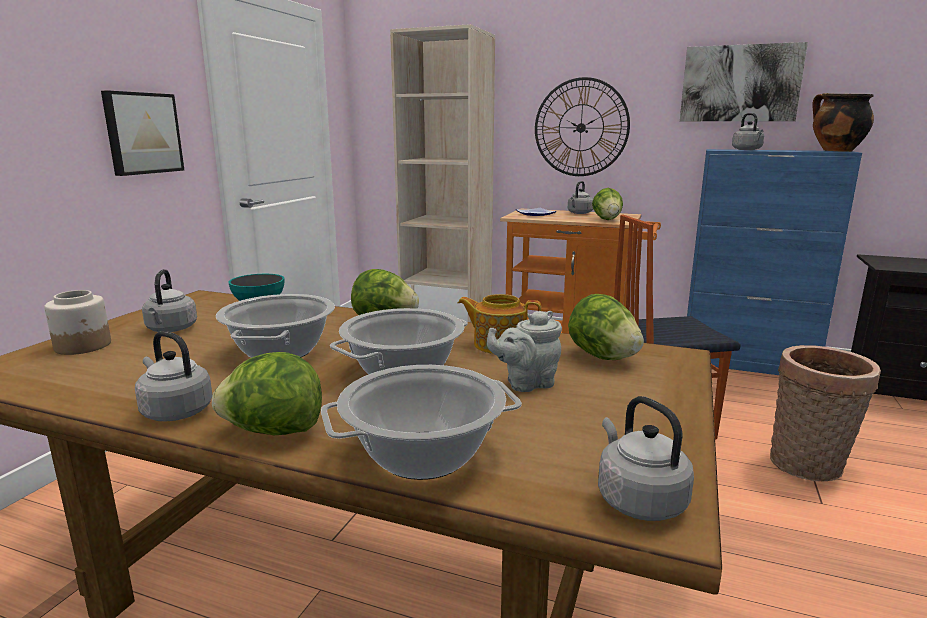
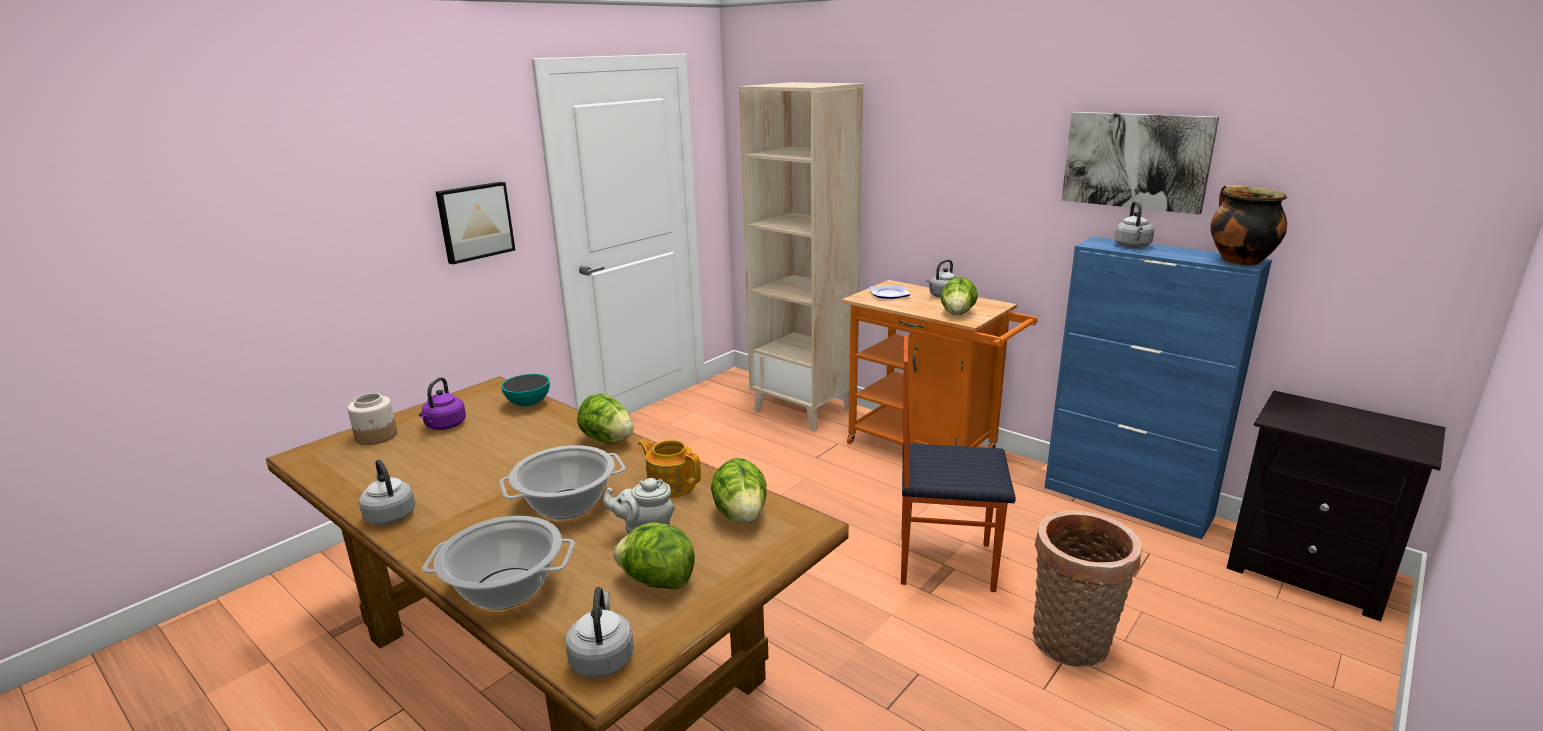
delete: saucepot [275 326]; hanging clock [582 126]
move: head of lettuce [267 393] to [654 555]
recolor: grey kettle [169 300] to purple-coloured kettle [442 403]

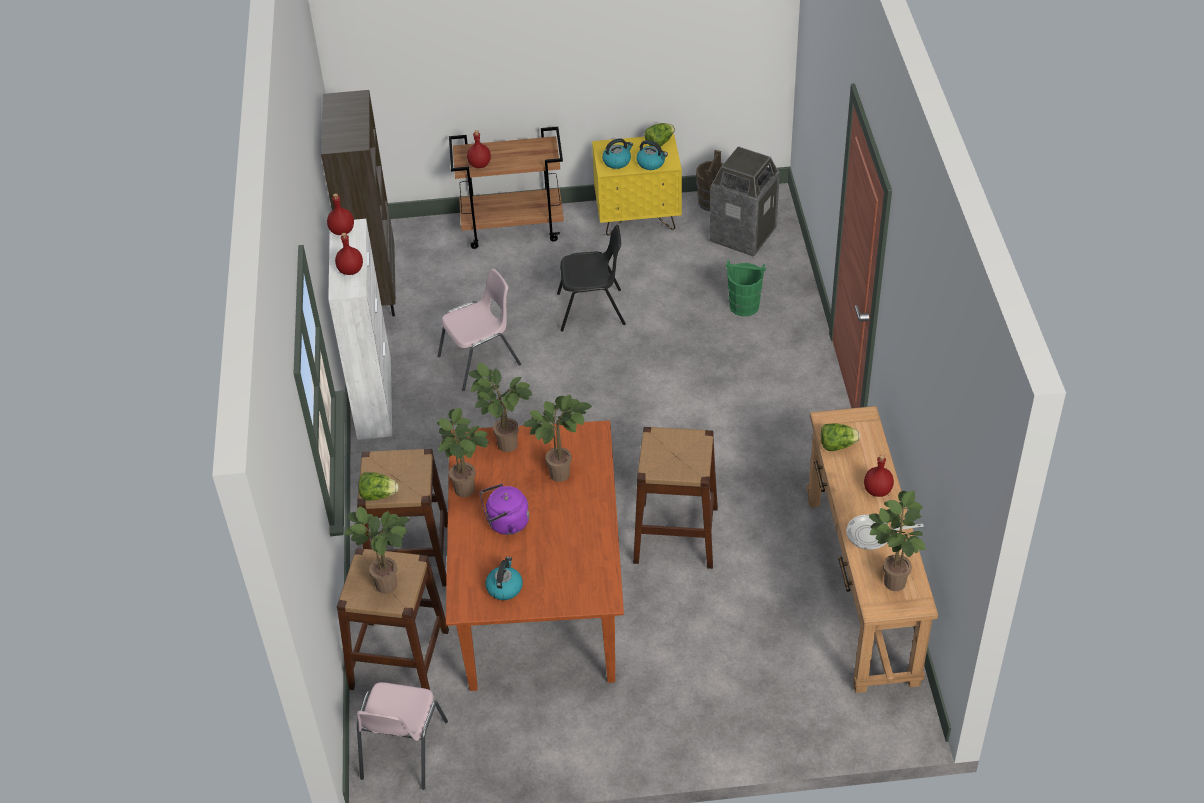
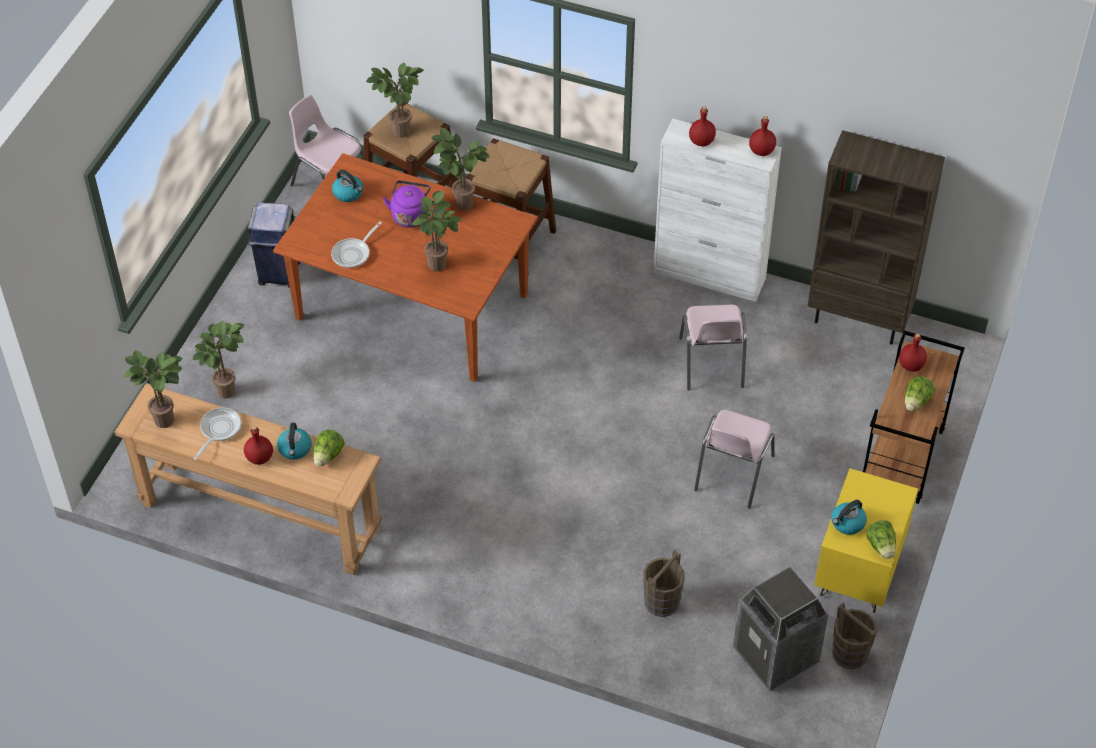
delete: brown stool seat [675 498]
insert: blue-coloured rubbish bin [274 245]; frying pan [356 244]
move: head of lettuce [378 486] to [920 393]; potted plant [500 407] to [218 359]; kettle [617 153] to [294 441]
recolor: black plain chair [591 278] to pink-coloured plain chair [734 459]; green water bucket [746 288] to brown water bucket [664 583]

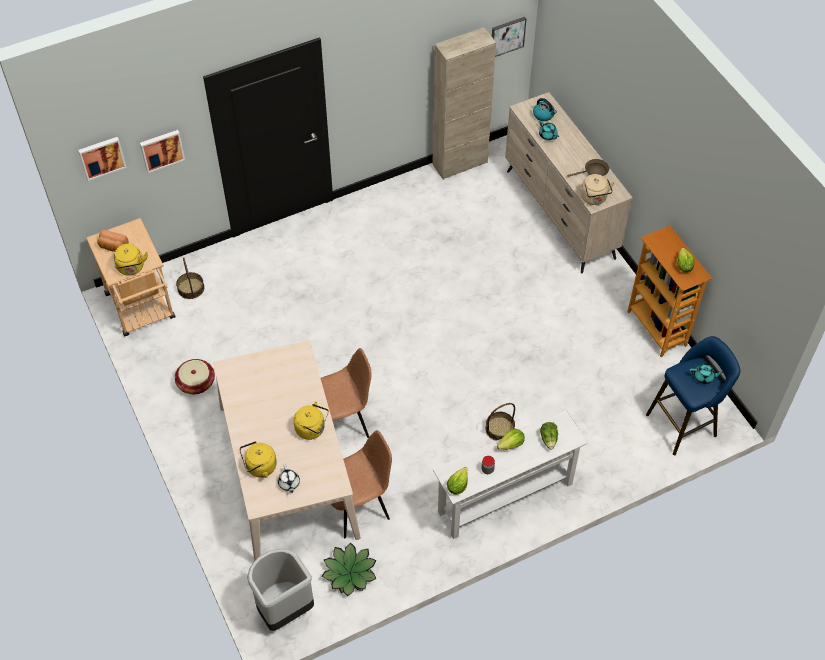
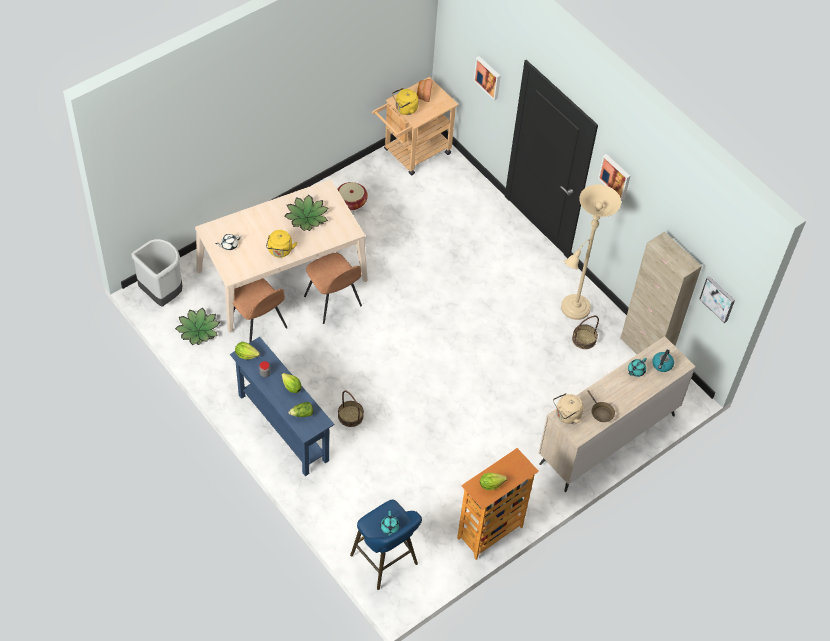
delete: yellow kettle [258 459]
insert: potted plant [306 213]; beige floor lamp [591 252]
move: picture [102 159] to [614 177]; basket [190 278] to [585 332]
recolor: white narrow table [510 474] to blue-coloured narrow table [282 406]

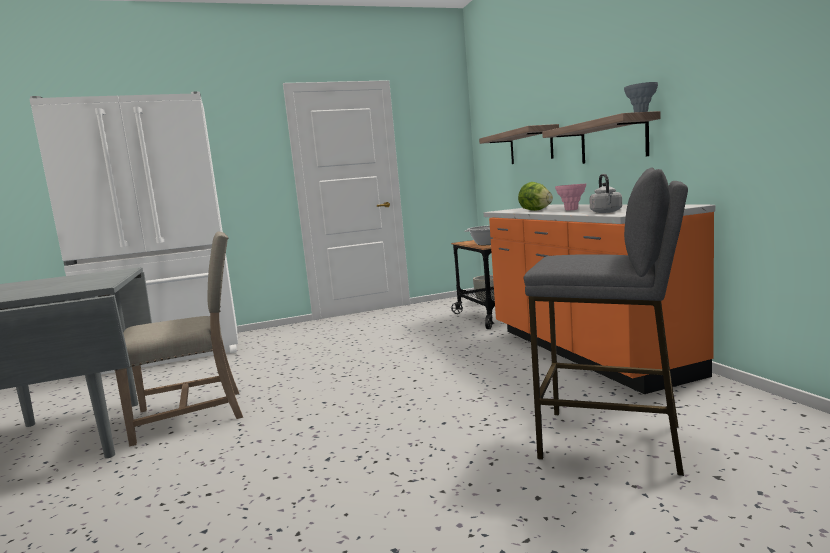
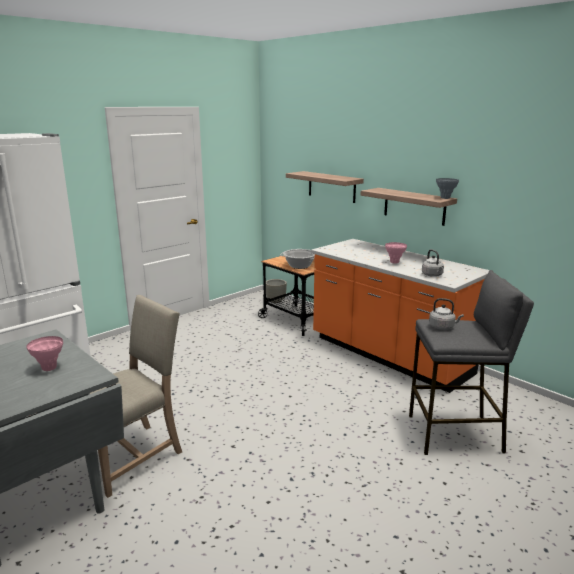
delete: head of lettuce [535 196]
insert: pink-coloured vase [44 353]; grey kettle [446 314]

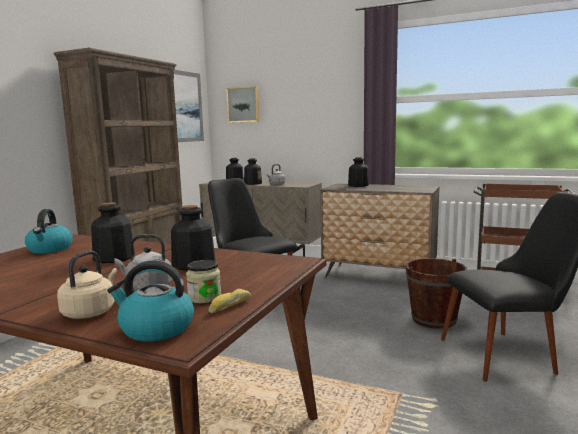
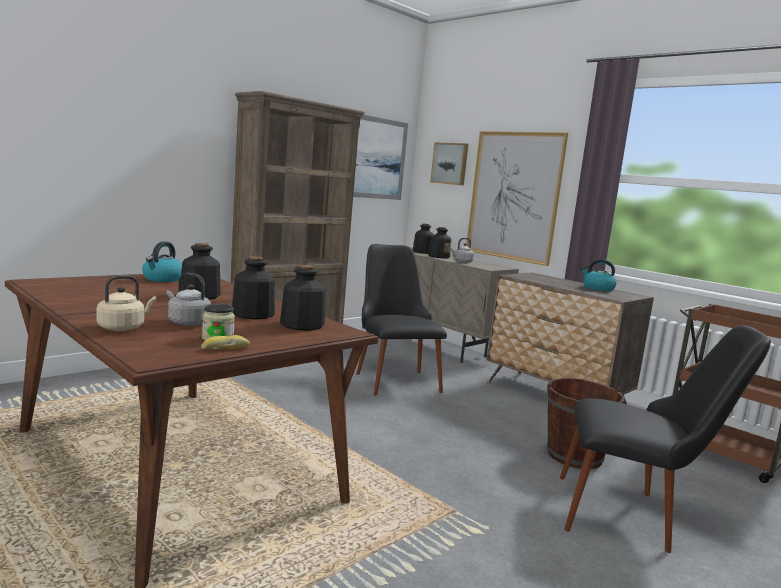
insert: picture [517 198]
move: kettle [150 301] to [598 275]; drink bottle [358 172] to [302 298]

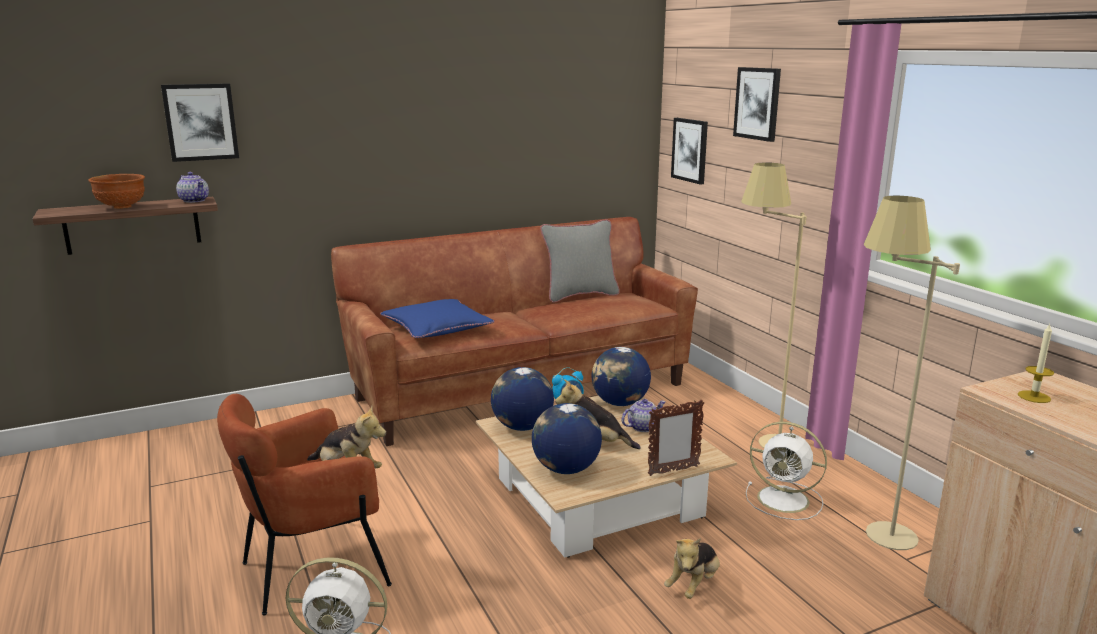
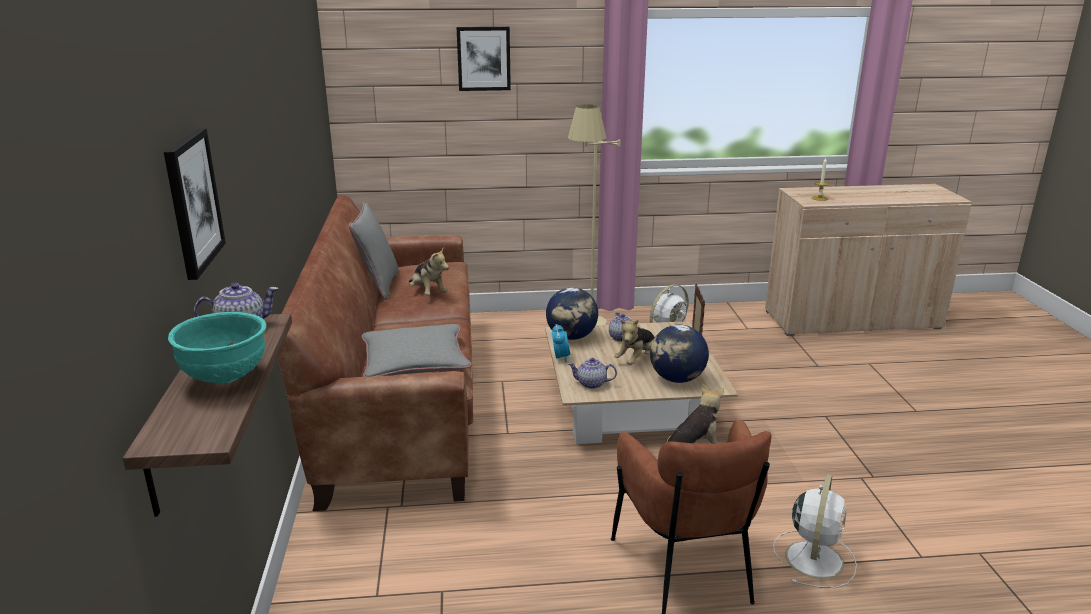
delete: picture [689 151]; beige floor lamp [911 373]
move: plush toy [692 568] to [429 271]
replace: world globe [522 399] to pot for tea [592 373]
recolor: brown serving bowl [117 191] to turquoise serving bowl [217 348]; blue-coloured cushion [437 318] to grey cushion [417 350]

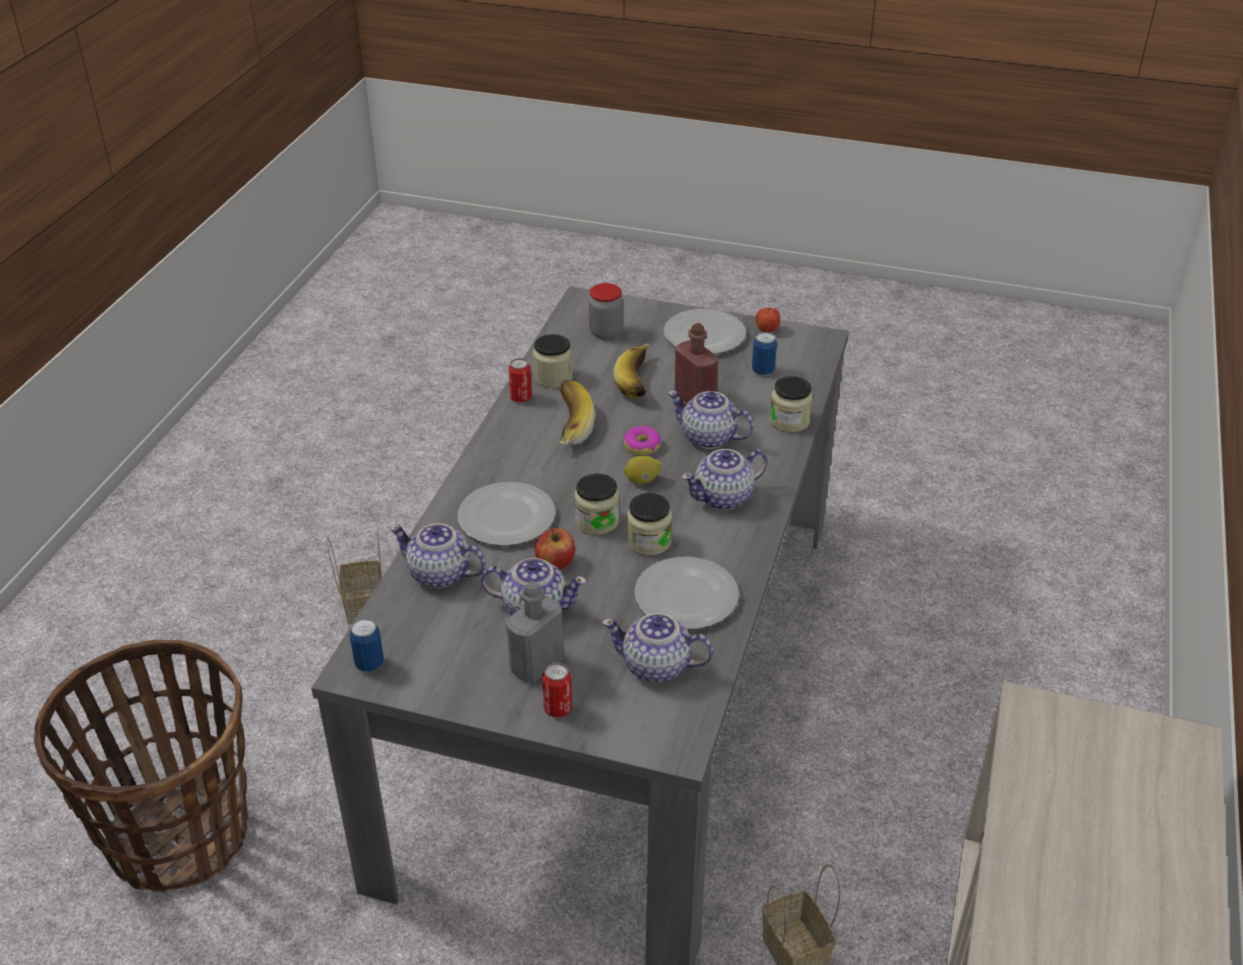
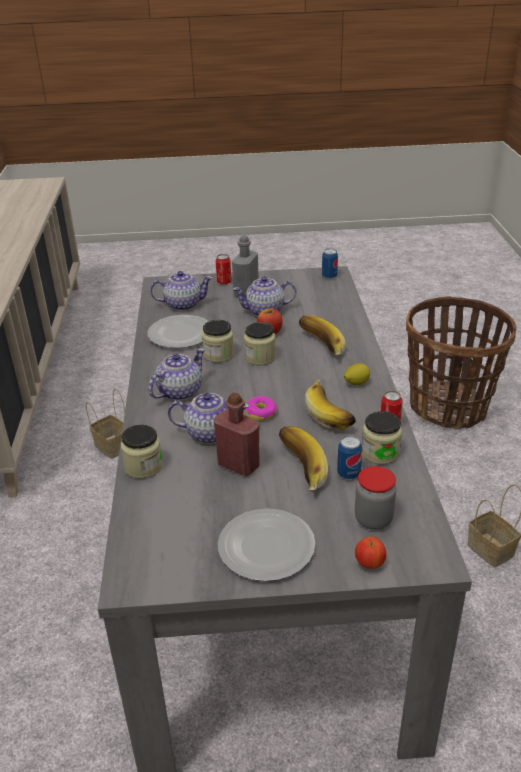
delete: pot for tea [437 555]
move: lemon [642 470] to [357 374]; can [764 354] to [349 458]; apple fruit [768 319] to [370 553]
replace: plate [507 514] to banana [322 335]

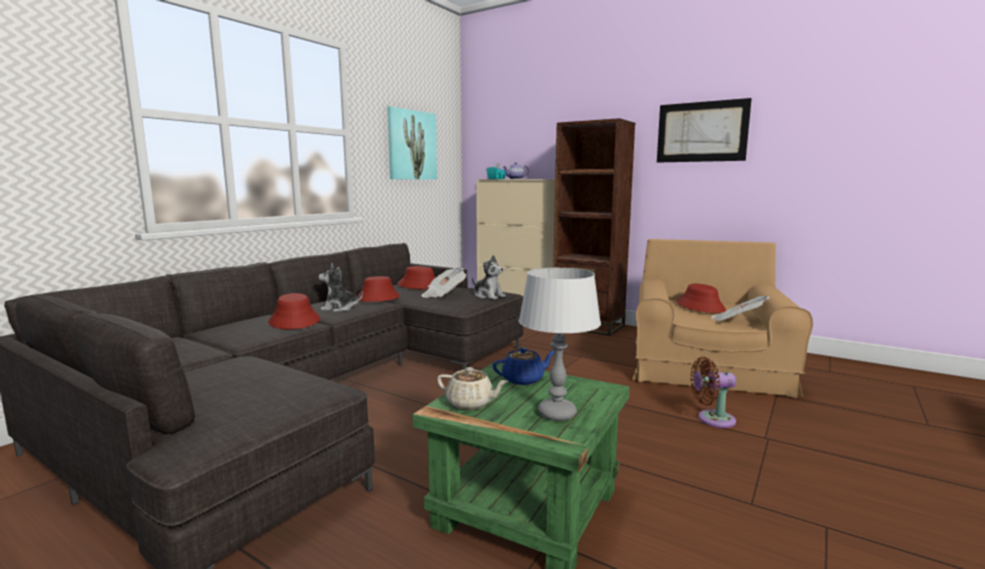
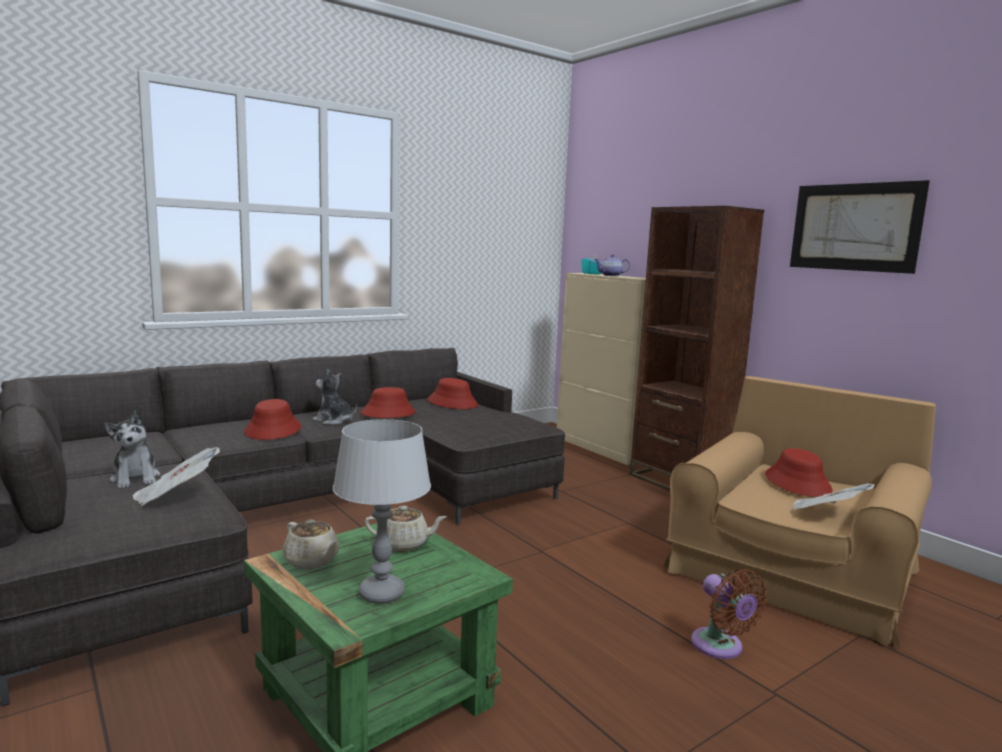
delete: picture [412 143]
move: newspaper [443 282] to [176 476]; plush toy [489 277] to [132 450]
recolor: blue-coloured pot for tea [524 366] to beige pot for tea [406 529]
rotate: brown cooling fan [713 392] = [729 614] 135 degrees counterclockwise

